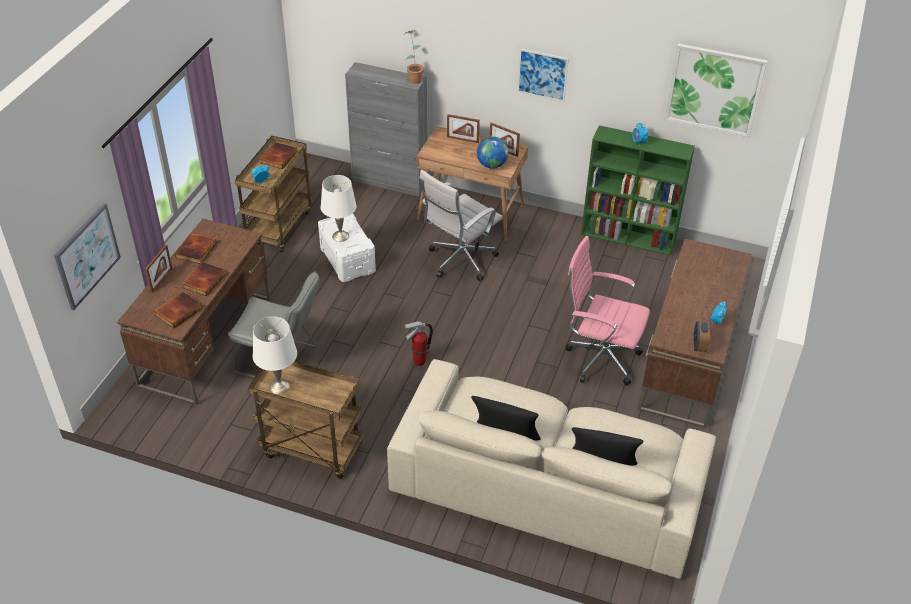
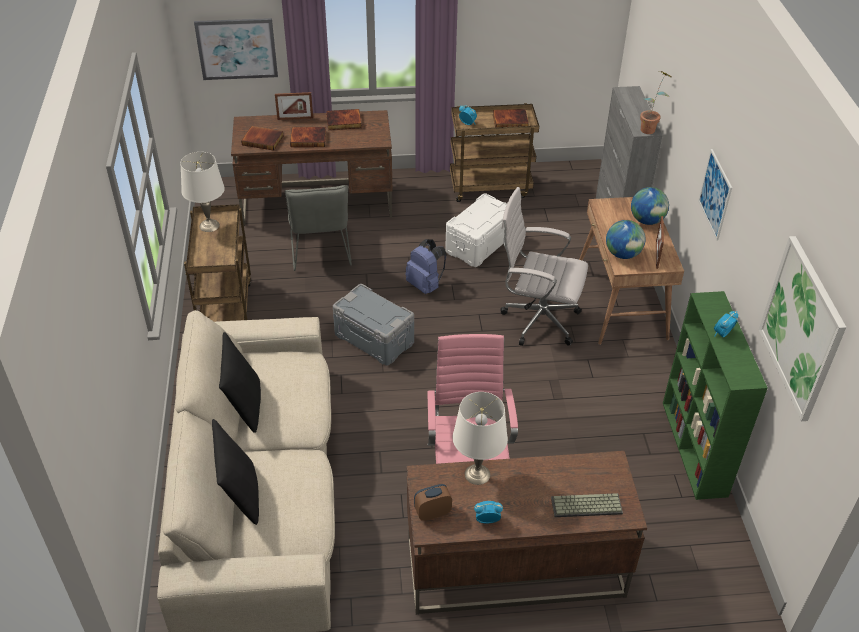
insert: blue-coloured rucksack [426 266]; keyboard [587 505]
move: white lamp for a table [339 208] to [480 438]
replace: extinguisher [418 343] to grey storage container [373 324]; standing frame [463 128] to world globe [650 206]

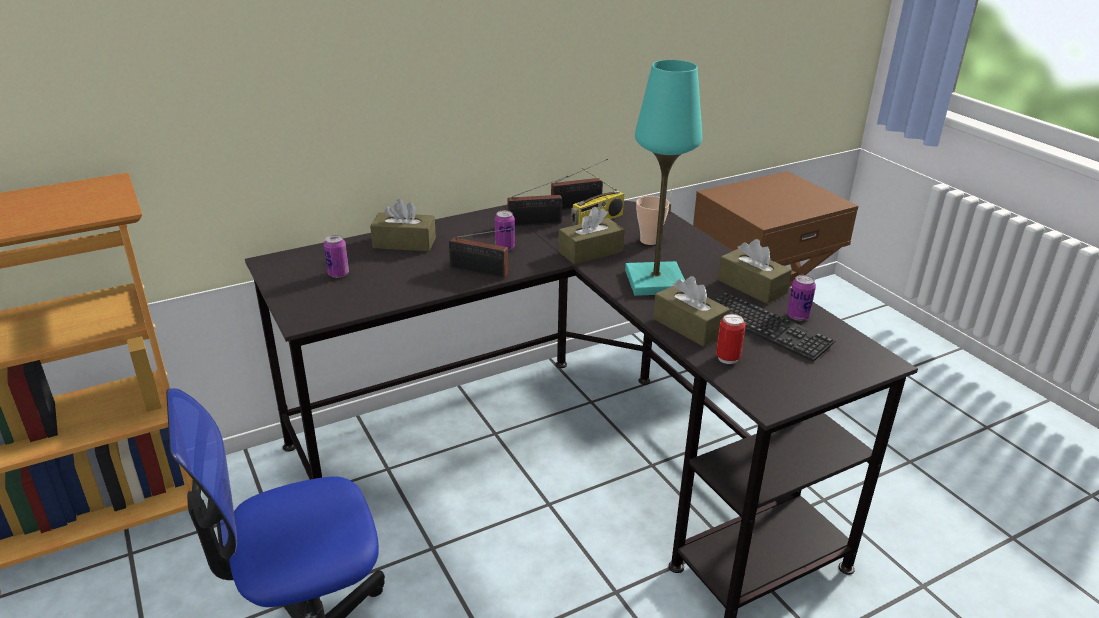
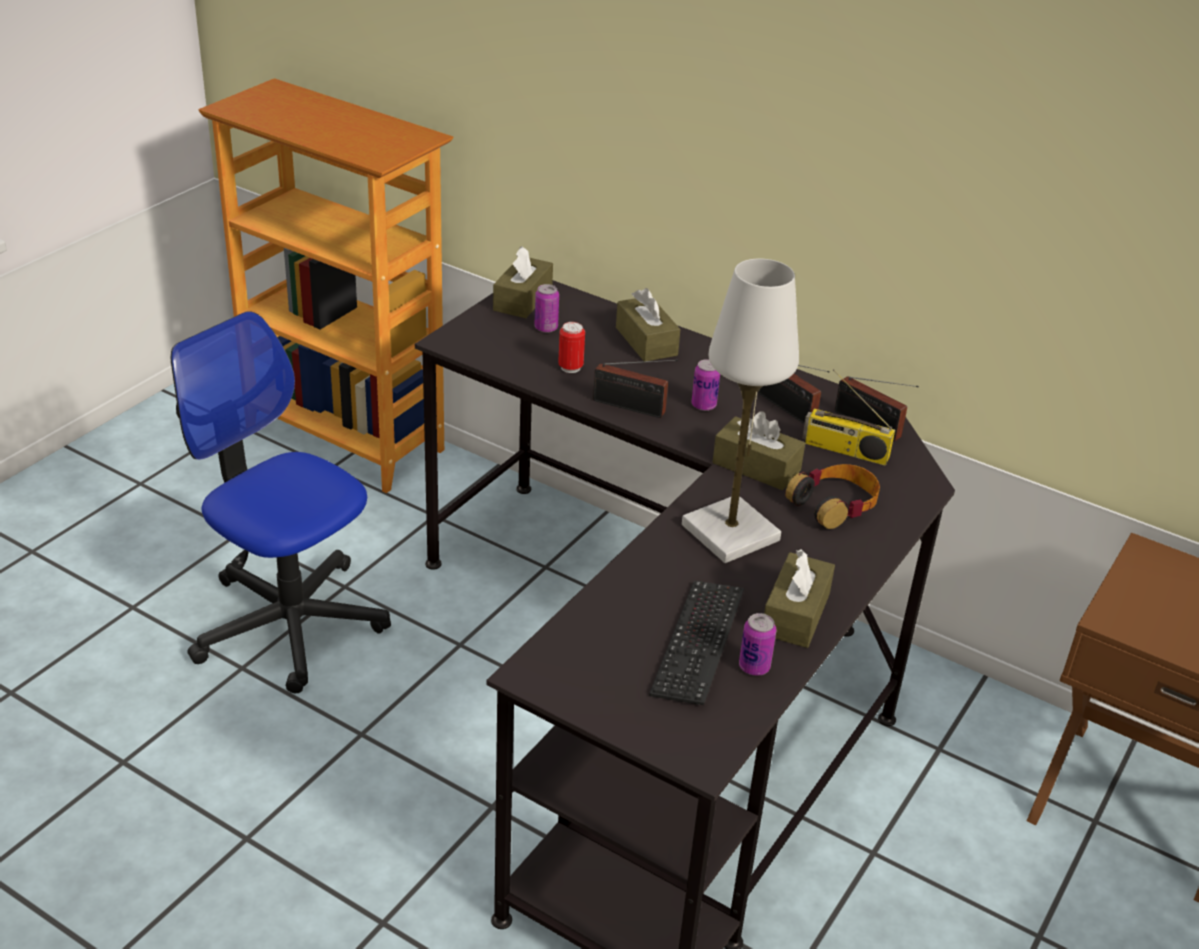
move: brown tissue box [691 311] to [523 282]; can [731 339] to [571 347]
replace: small cup [652 220] to headset [832 496]
recolor: turquoise lamp for a table [663 178] to white lamp for a table [740 410]
rotate: radio receiver [481 253] = [635 388] 60 degrees counterclockwise

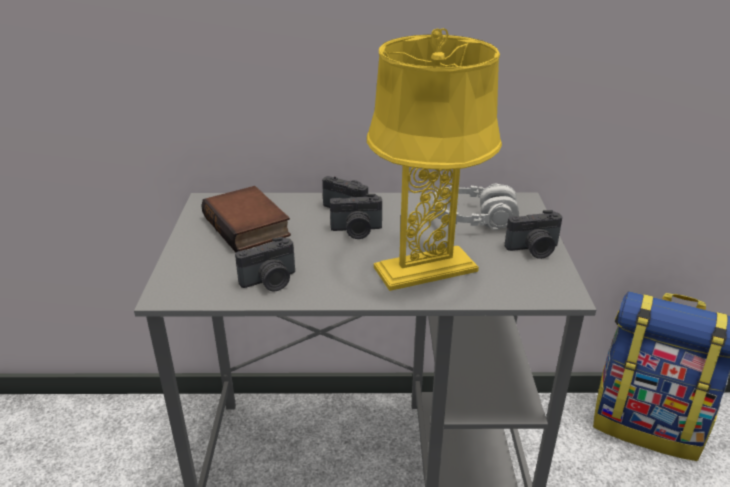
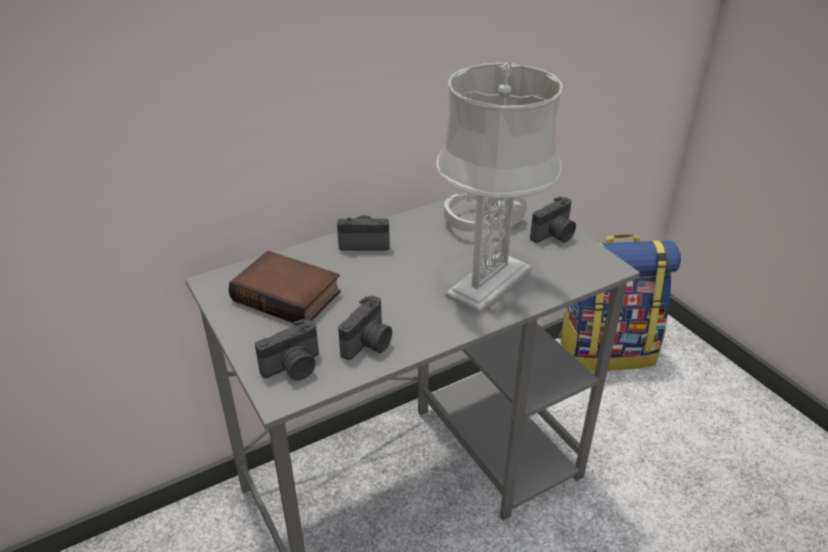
move: photo camera [356 216] to [287 349]
recolor: yellow lamp for a table [434 159] to grey lamp for a table [499 188]

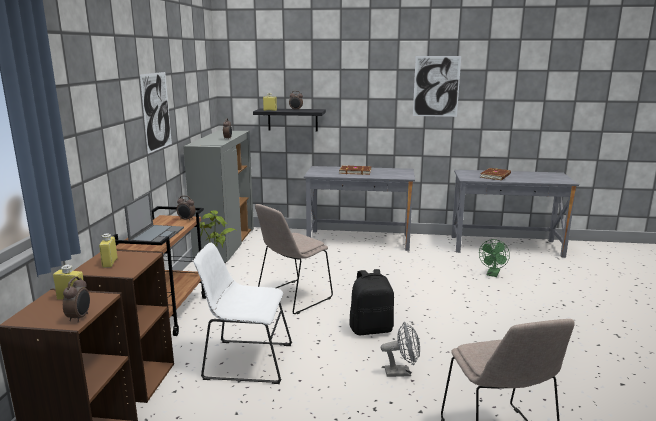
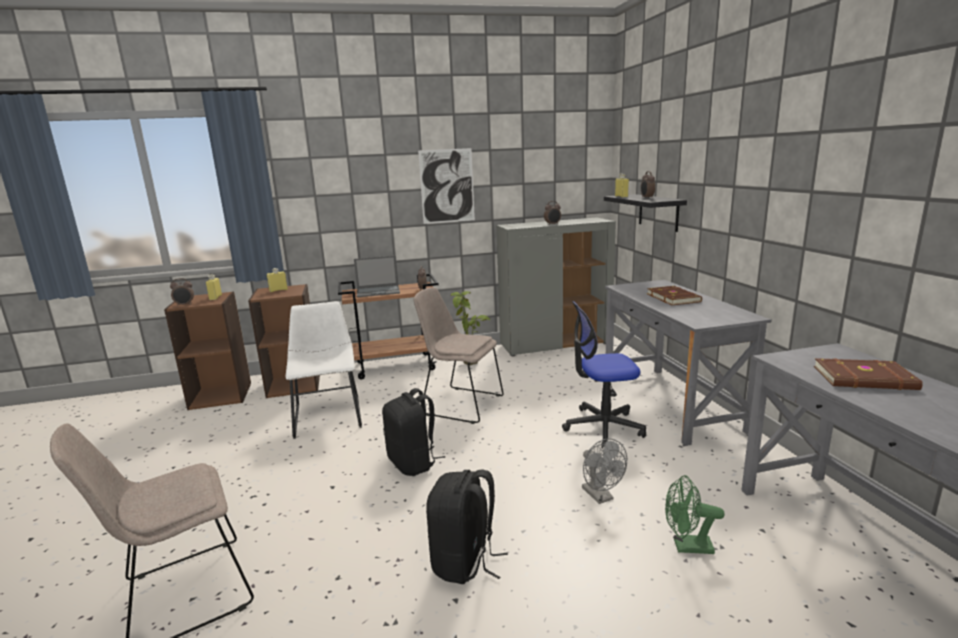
delete: picture [437 86]
insert: black rucksack [467 527]; computer chair [604 374]
move: grey cooling fan [400 349] to [604 471]

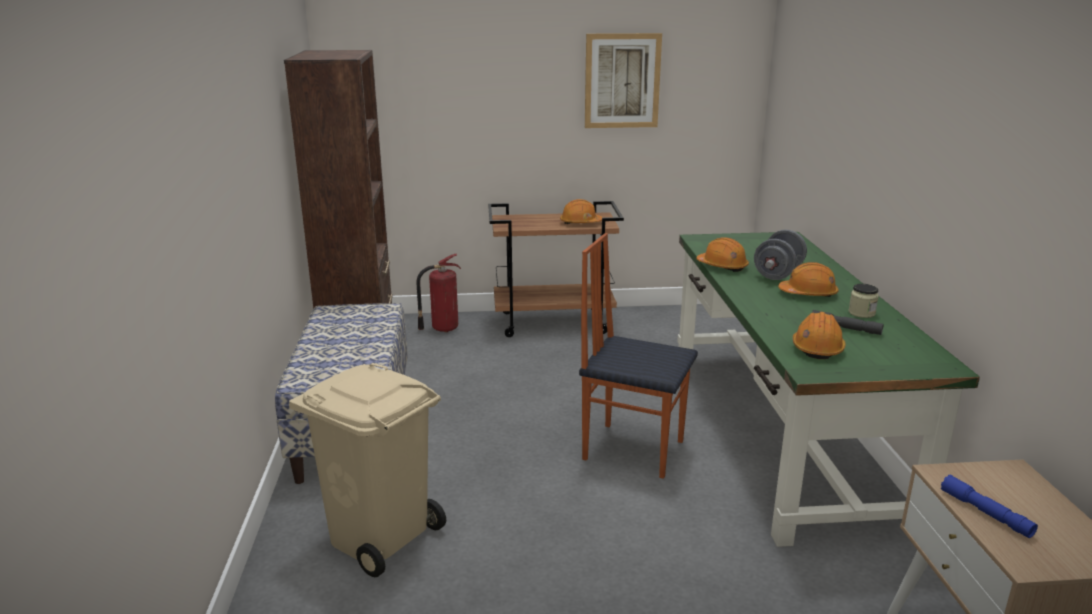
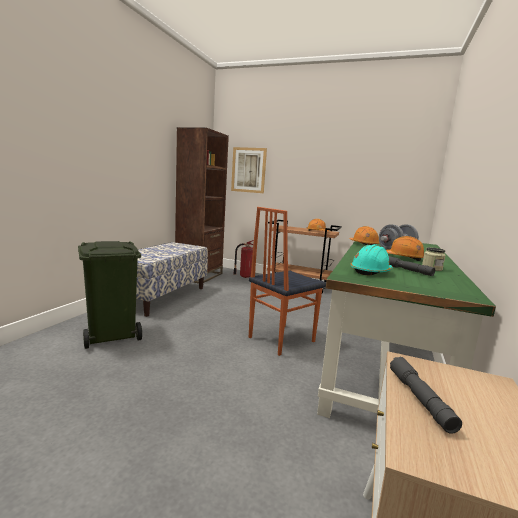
move: picture [623 80] to [249 170]
recolor: beige rubbish bin [367 470] to green rubbish bin [110 295]; orangey safety helmet [819 335] to turquoise safety helmet [372 260]; blue-coloured torch [989 506] to grey torch [426 395]
rotate: plain chair [638 356] = [287 281] 90 degrees counterclockwise

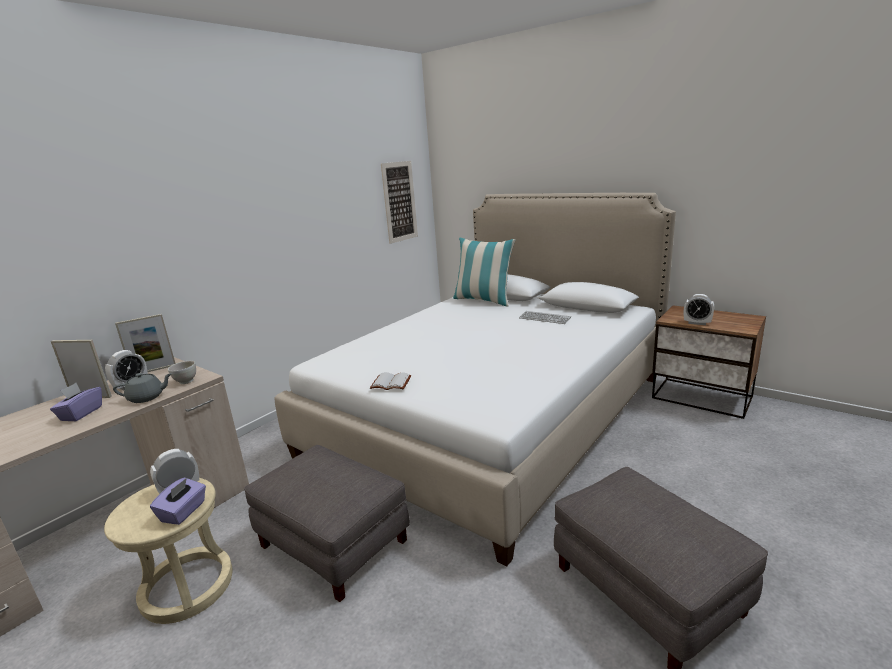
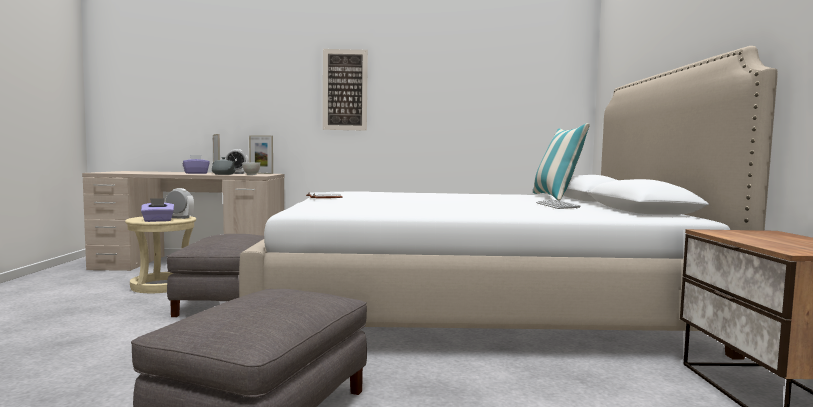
delete: alarm clock [699 309]
move: picture [399 202] to [345 90]

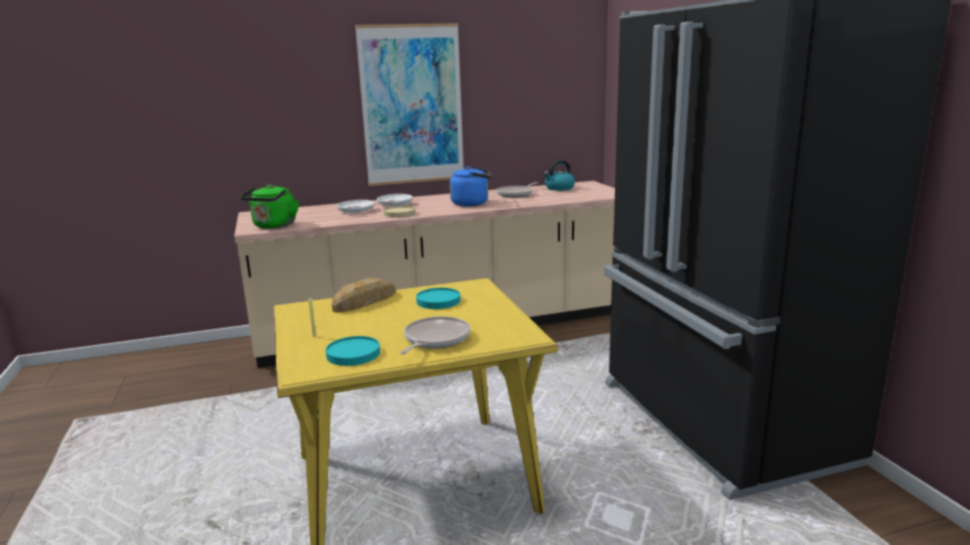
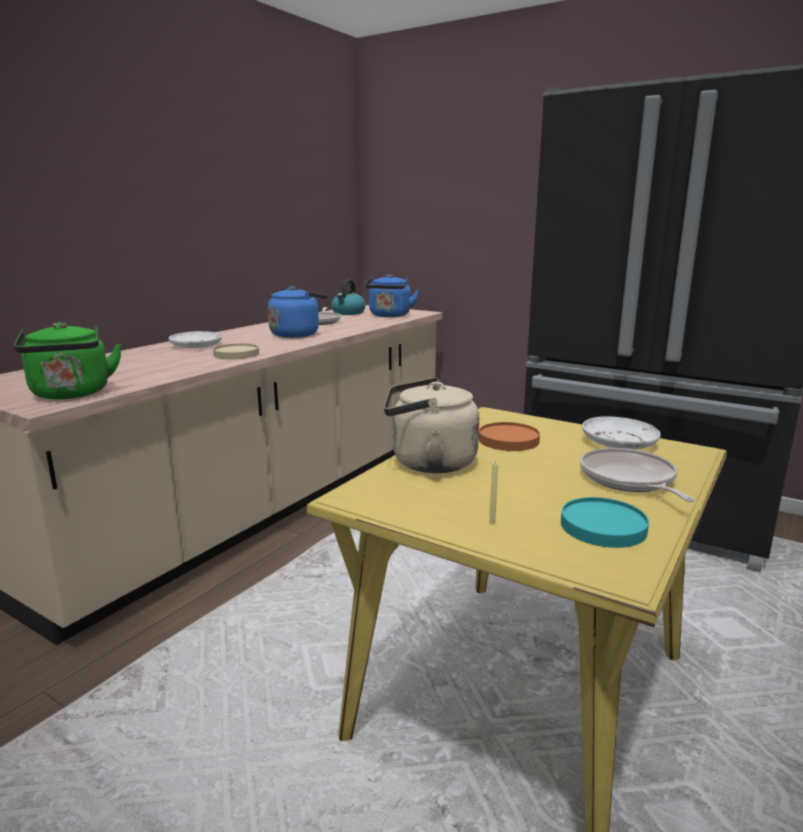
delete: picture [409 104]
insert: blue-coloured kettle [392 295]
move: white plate [355 206] to [621 432]
replace: baked bread [364 295] to beige kettle [431 425]
recolor: turquoise plate [438 298] to orangey plate [509 436]

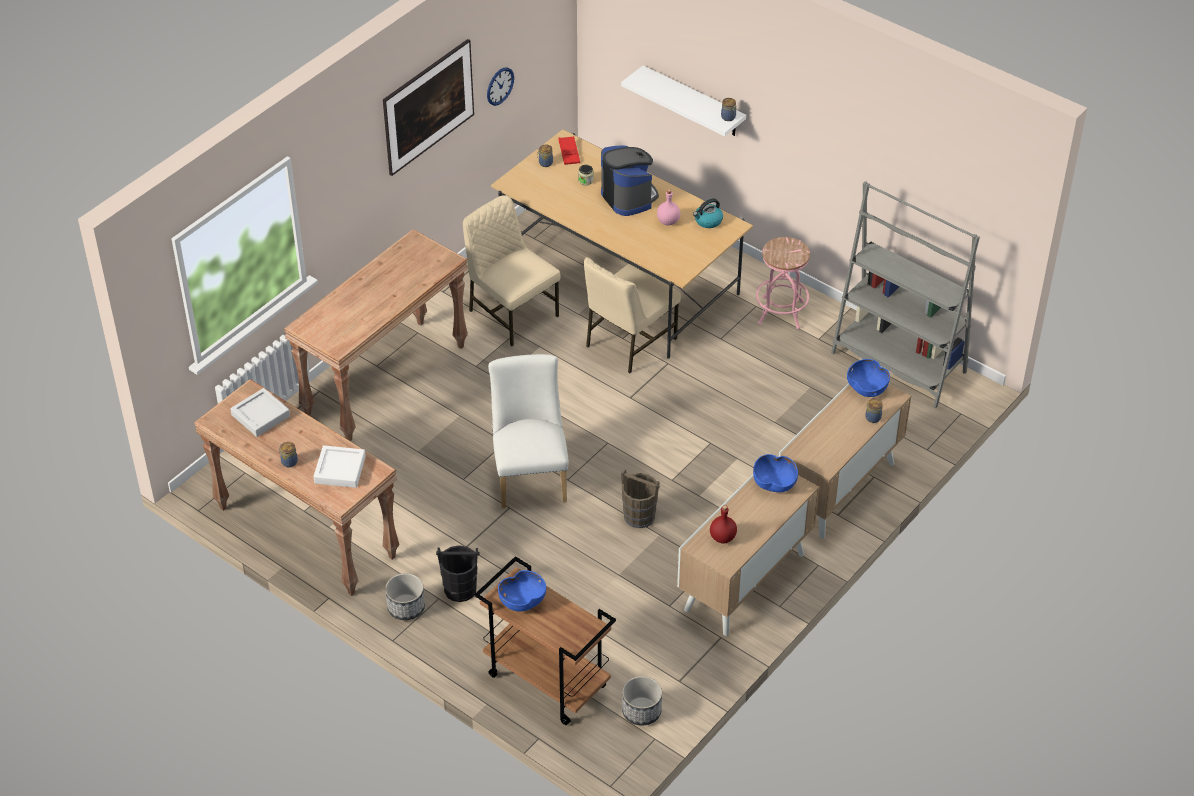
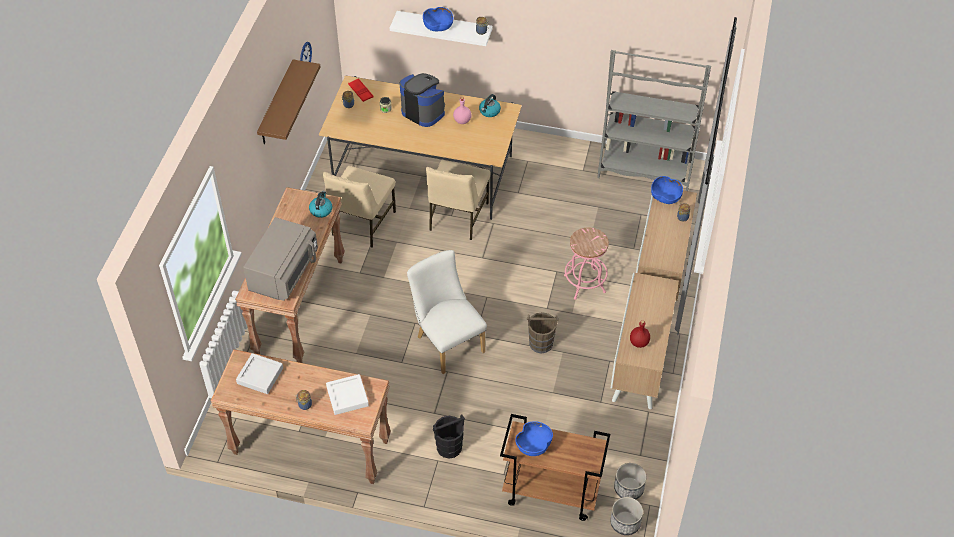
insert: grey microwave [280 259]; kettle [321 204]
move: flower pot [405 596] to [626 516]; blue-coloured serving bowl [775 473] to [438 19]; pink-coloured stool seat [783 283] to [586 263]
replace: picture [428 107] to brown shelf [288 101]
rotate: beige plain chair [511 270] = [359 207] 90 degrees counterclockwise

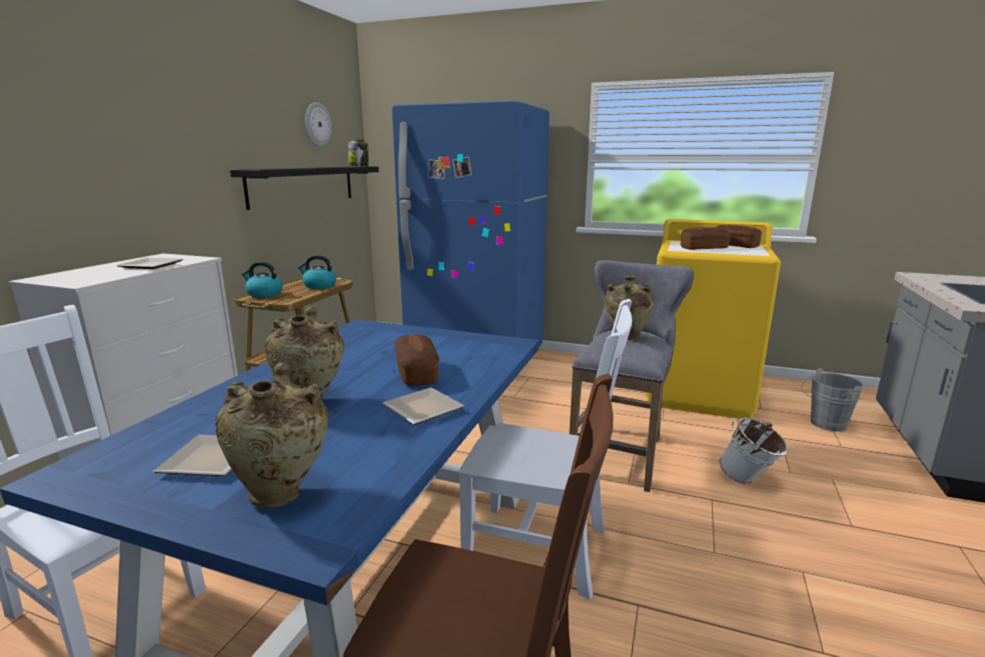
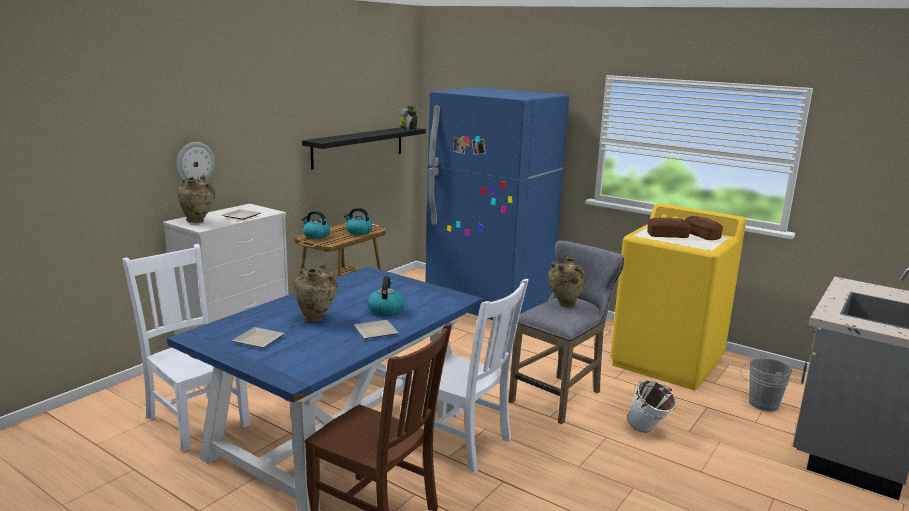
move: beige vase [271 435] to [196 199]; hanging clock [318 124] to [195 162]
replace: baked bread [417 360] to kettle [386 296]

